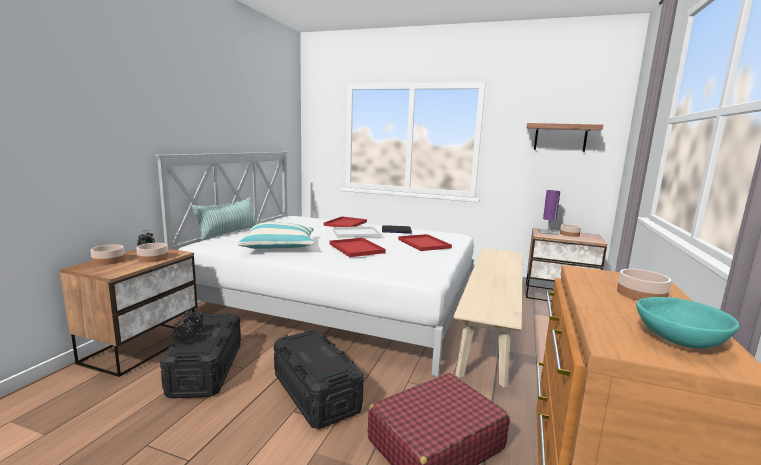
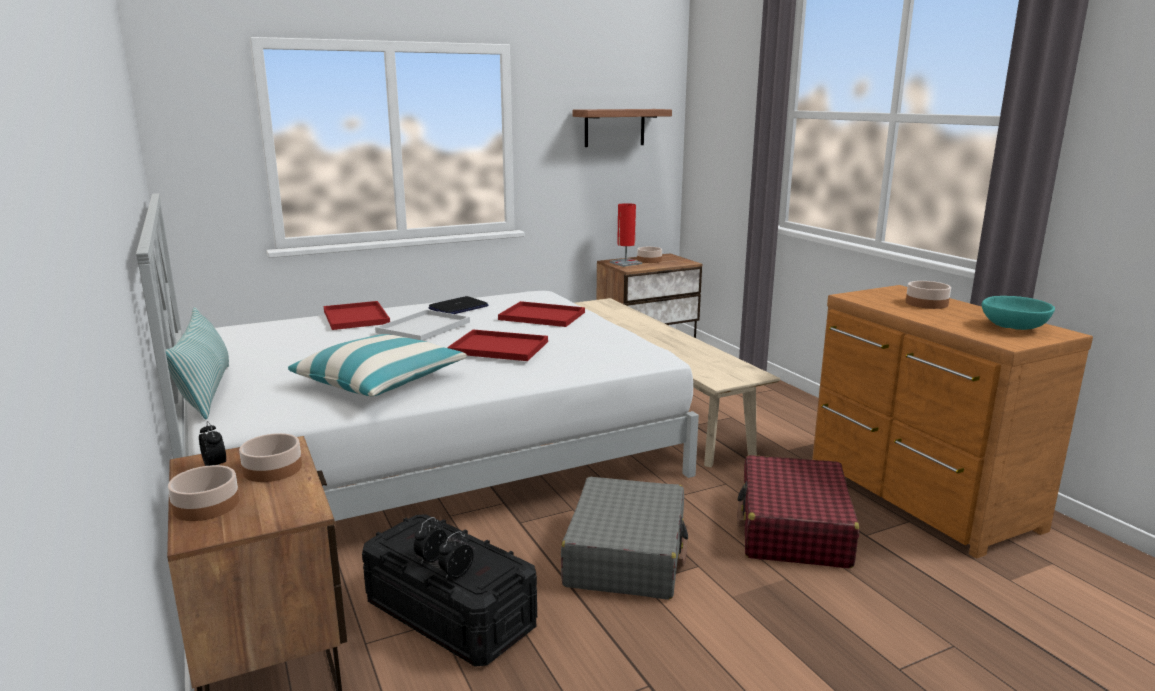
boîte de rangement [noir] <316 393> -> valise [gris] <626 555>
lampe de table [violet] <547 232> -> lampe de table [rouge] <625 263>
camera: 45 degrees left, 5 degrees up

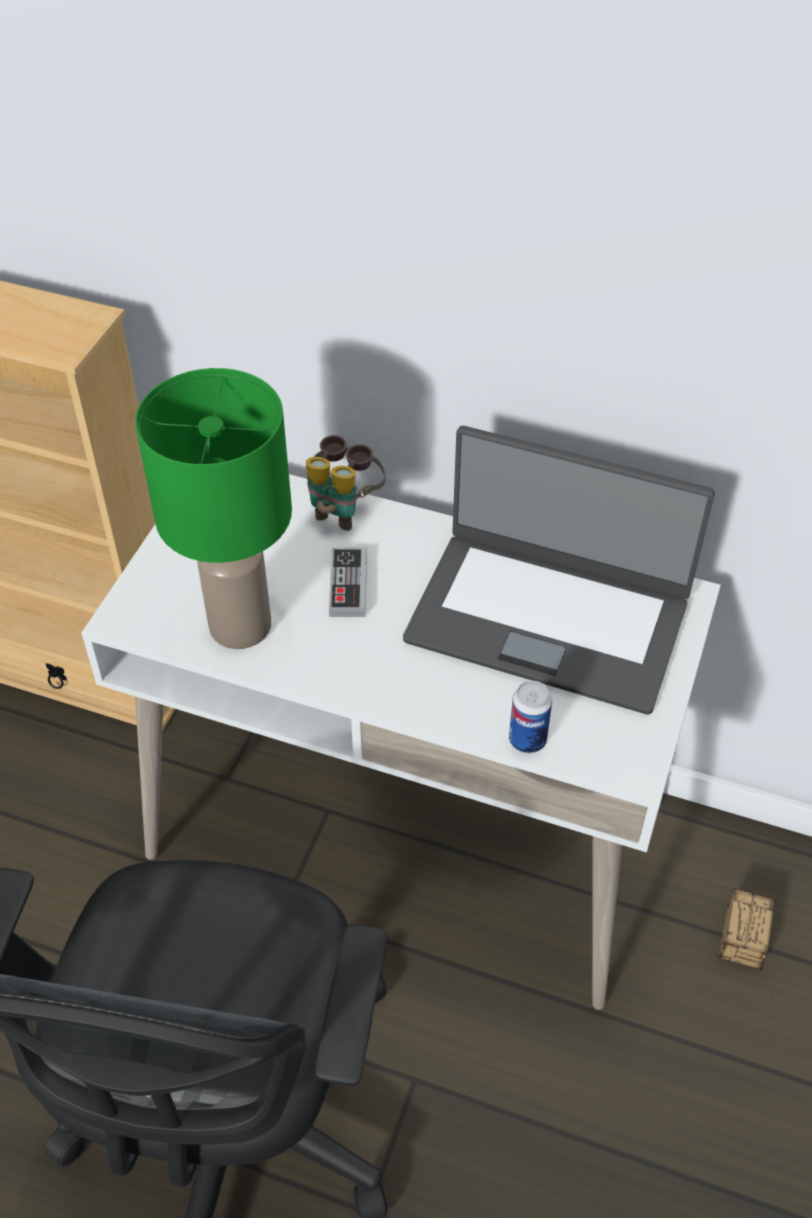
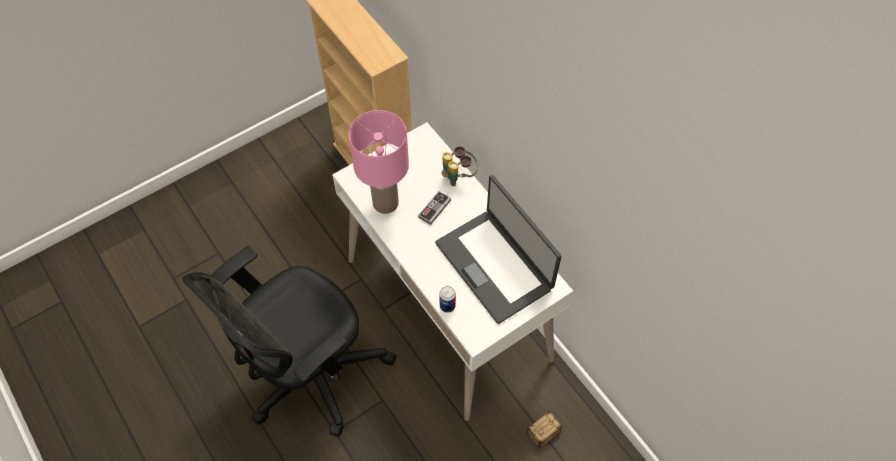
lampe de table [vert] <239 624> -> lampe de table [rose] <385 202>
camera: 35 degrees right, 10 degrees up

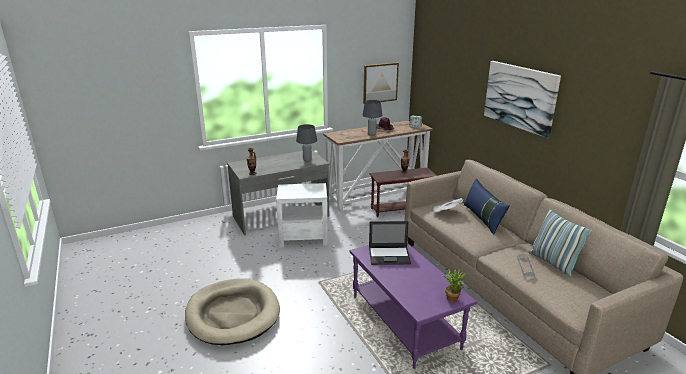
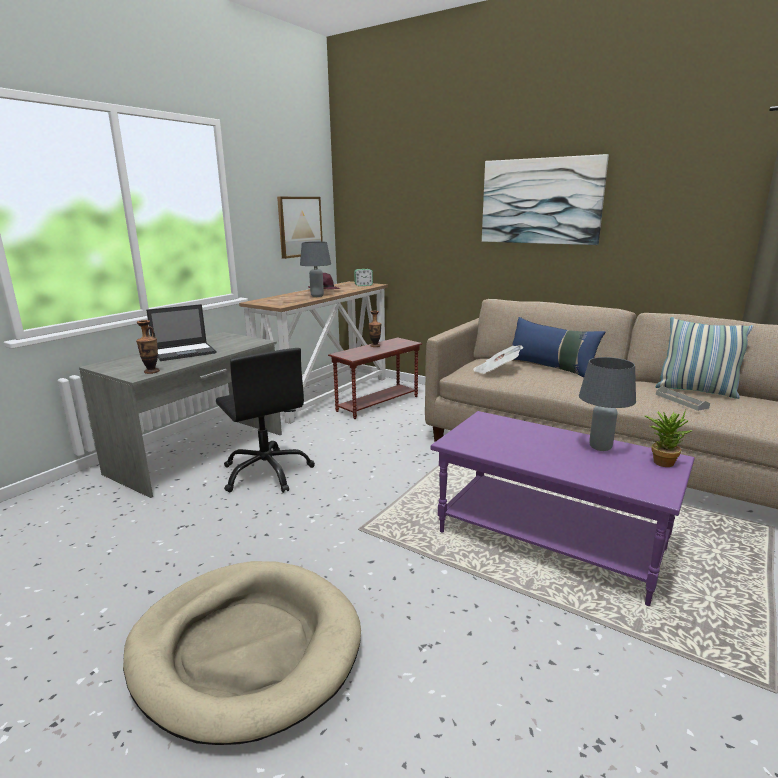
lampe de table [gris] <307 160> -> lampe de table [gris] <600 447>, relocated
ordinateur portable <389 256> -> ordinateur portable <185 352>, relocated
table d'appoint [blanc] <303 237> -> chaise de bureau [noir] <267 472>
camera: 30 degrees left, 5 degrees down

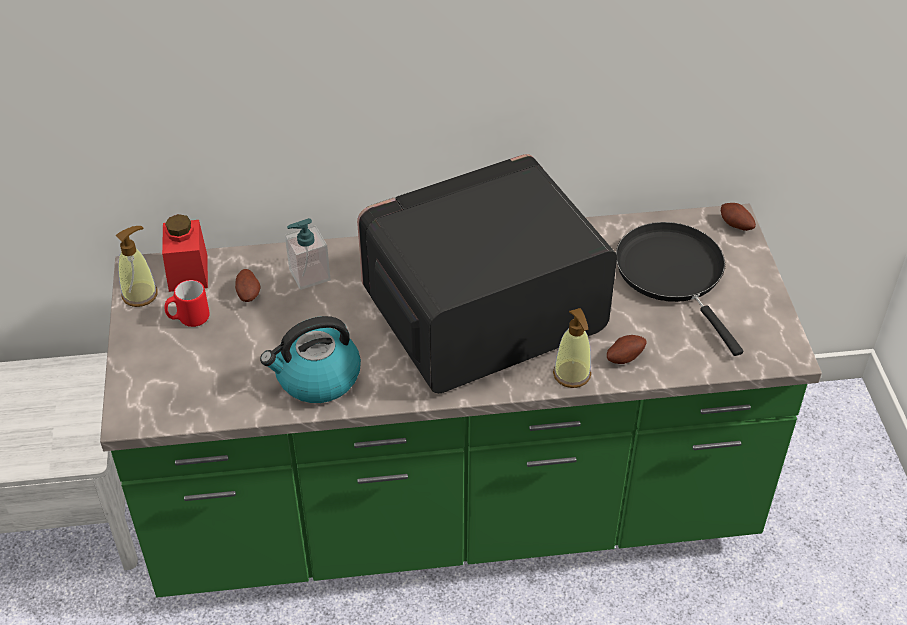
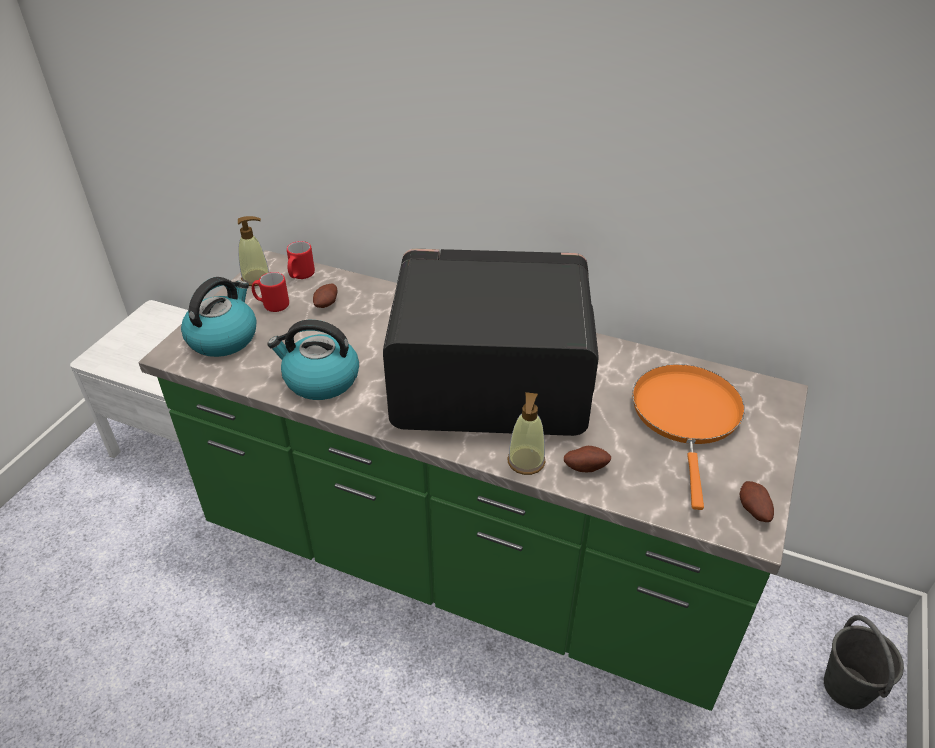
distributeur de savon <309 275> -> none
none -> bouilloire <223 338>
none -> seau [gris] <847 688>
pomme de terre <735 226> -> pomme de terre <752 510>, relocated
bocal [rouge] <188 273> -> mug [rouge] <300 276>
poêle [noir] <673 274> -> poêle [orange] <686 416>
camera: 30 degrees right, 5 degrees down

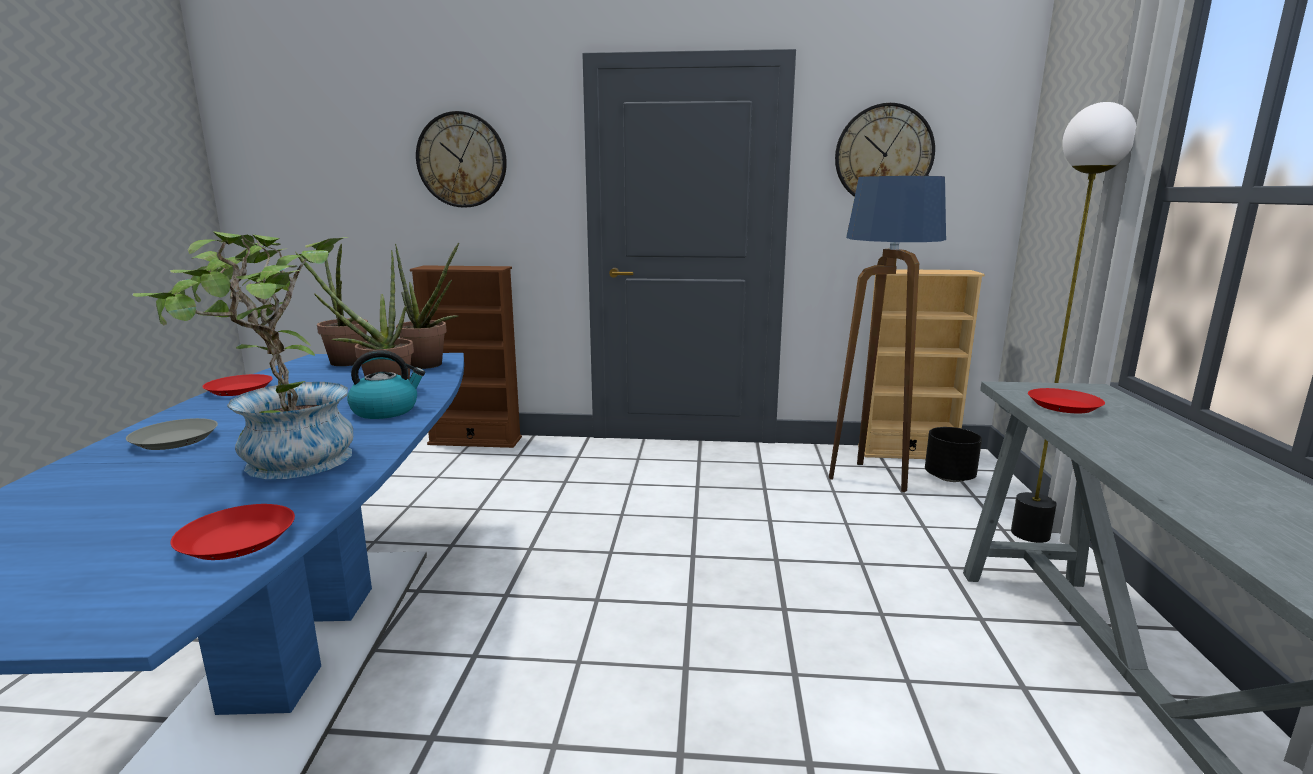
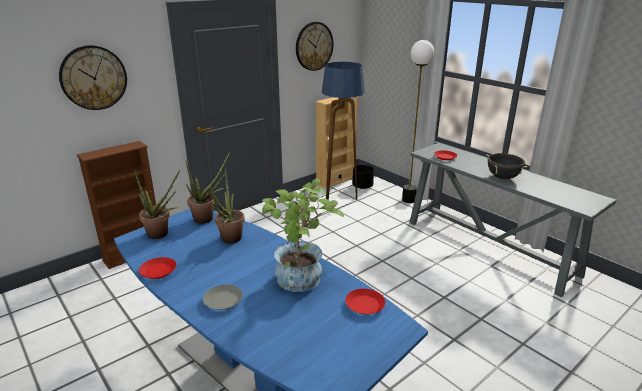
bouilloire <386 410> -> none
none -> marmite [noir] <503 177>
camera: 45 degrees left, 10 degrees up

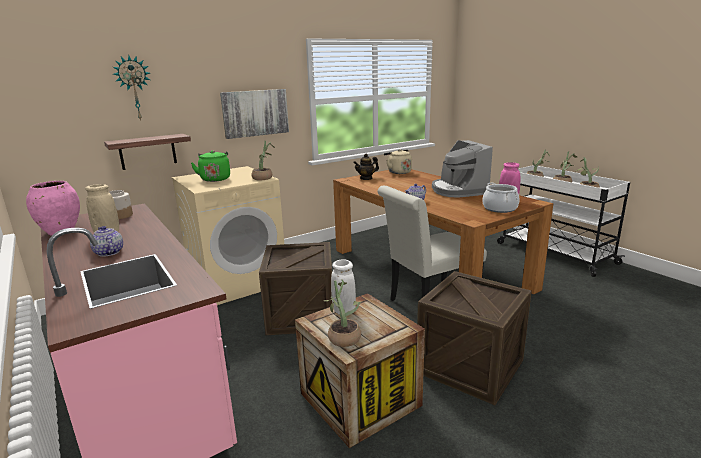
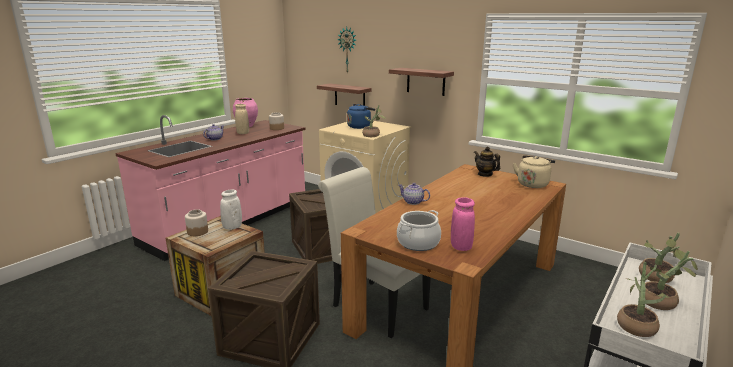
machine à café <458 190> -> none
tableau <255 113> -> étagère <425 81>
plante en pot <343 336> -> bocal <197 232>
bouilloire [vert] <215 179> -> bouilloire [bleu] <360 126>
camera: 70 degrees right, 0 degrees up

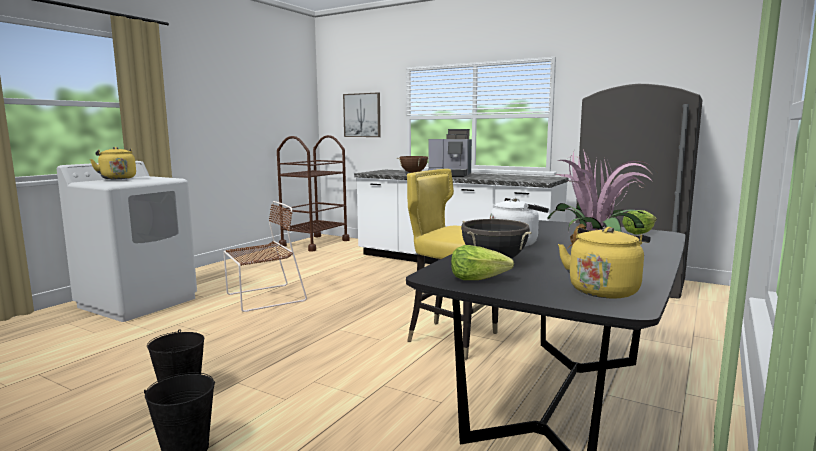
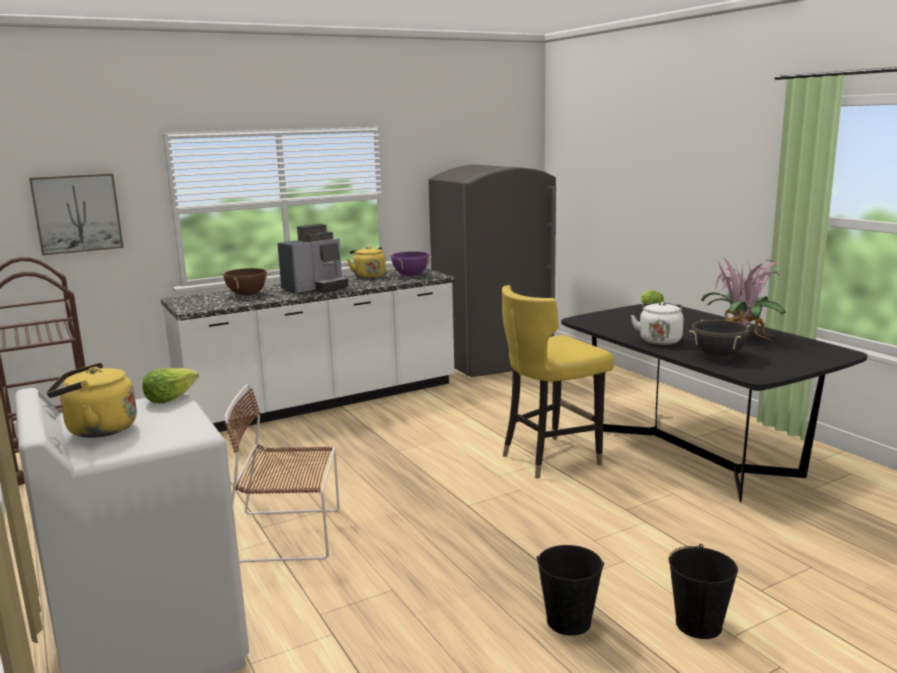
none -> marmite [violet] <411 276>
laitue <478 279> -> laitue <170 398>, relocated
bouilloire [jaune] <604 290> -> bouilloire [jaune] <368 276>, relocated
chaise [marron] <263 298> -> chaise [marron] <289 535>, 90 degrees counterclockwise
camera: 60 degrees left, 5 degrees up

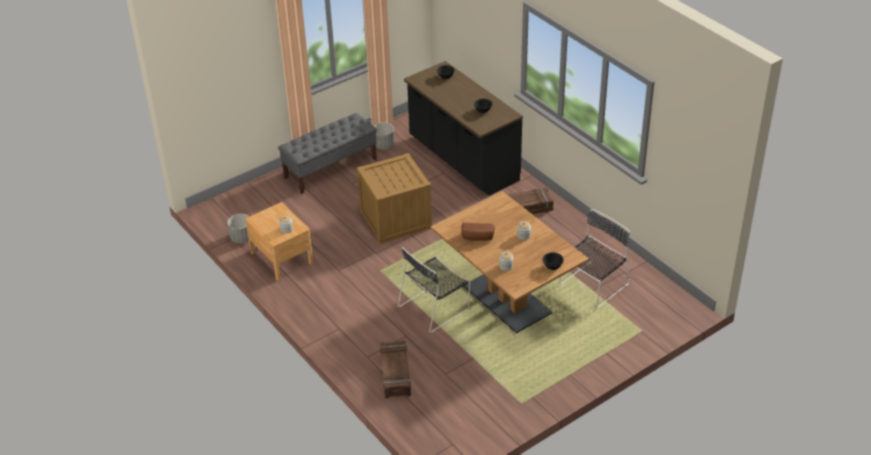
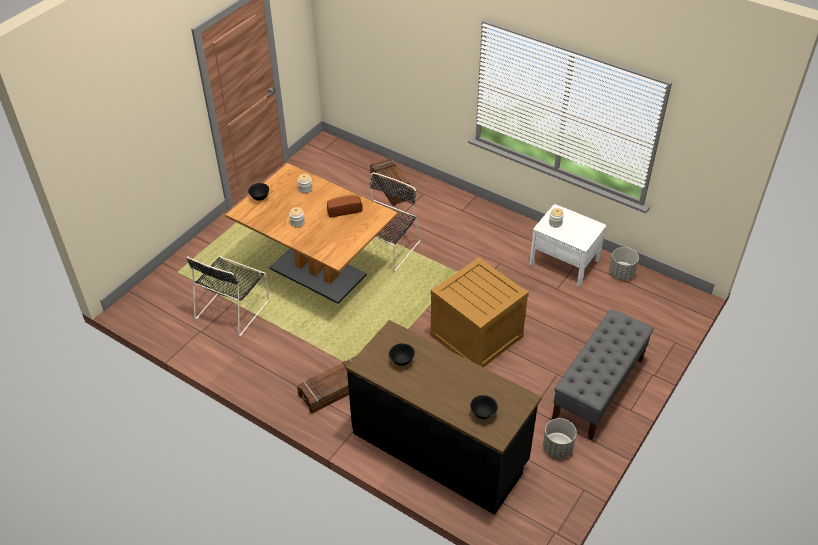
table de chevet [marron] <281 258> -> table de chevet [blanc] <564 262>
camera: 160 degrees right, 5 degrees up

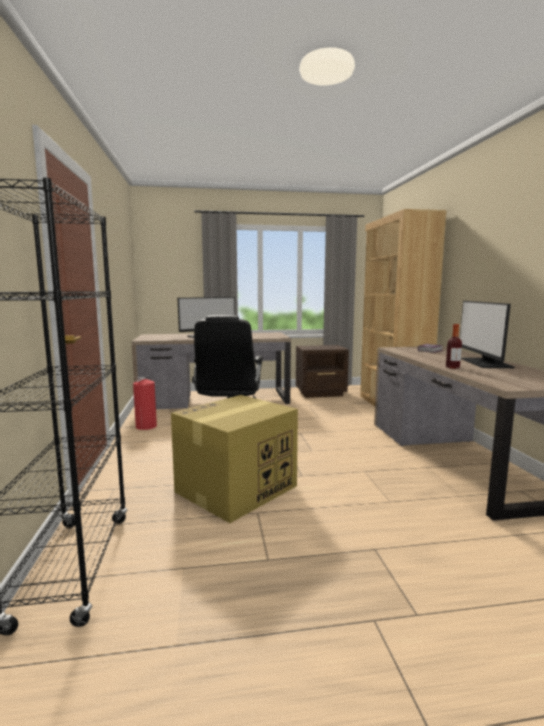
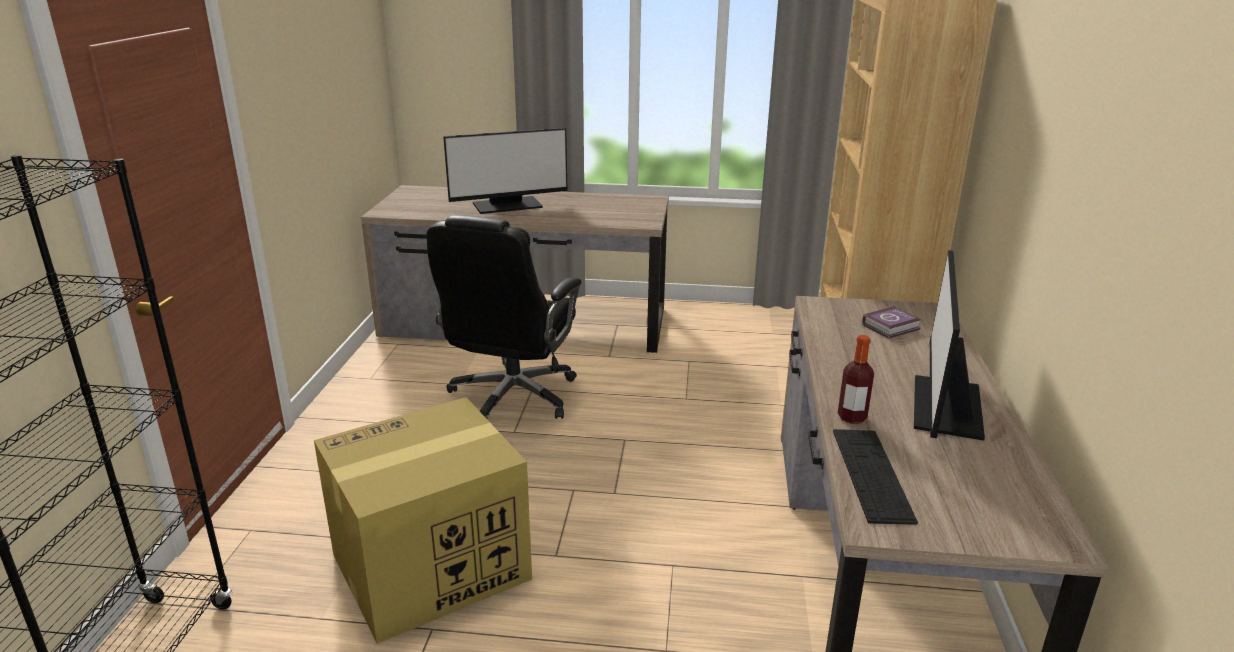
extincteur <147 426> -> none
table de chevet [marron] <321 393> -> none
none -> clavier <871 474>
camera: 15 degrees right, 15 degrees up

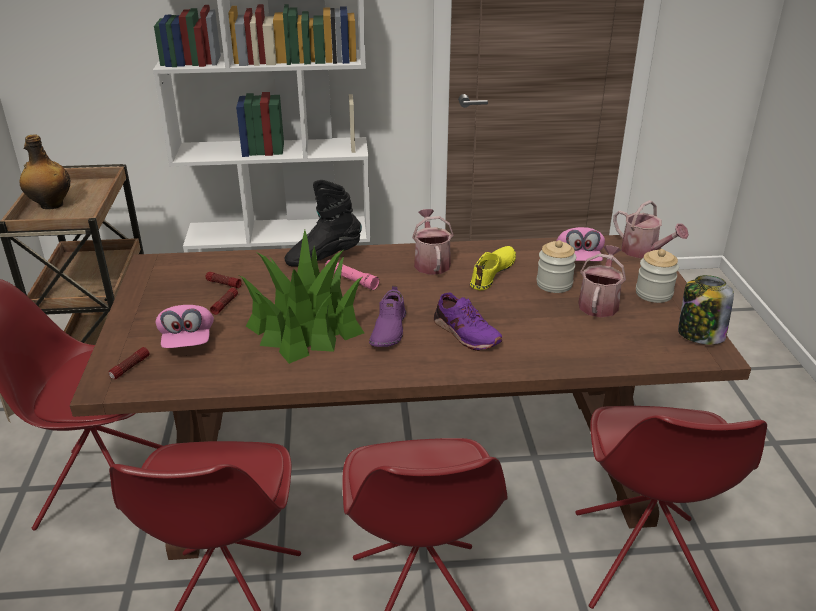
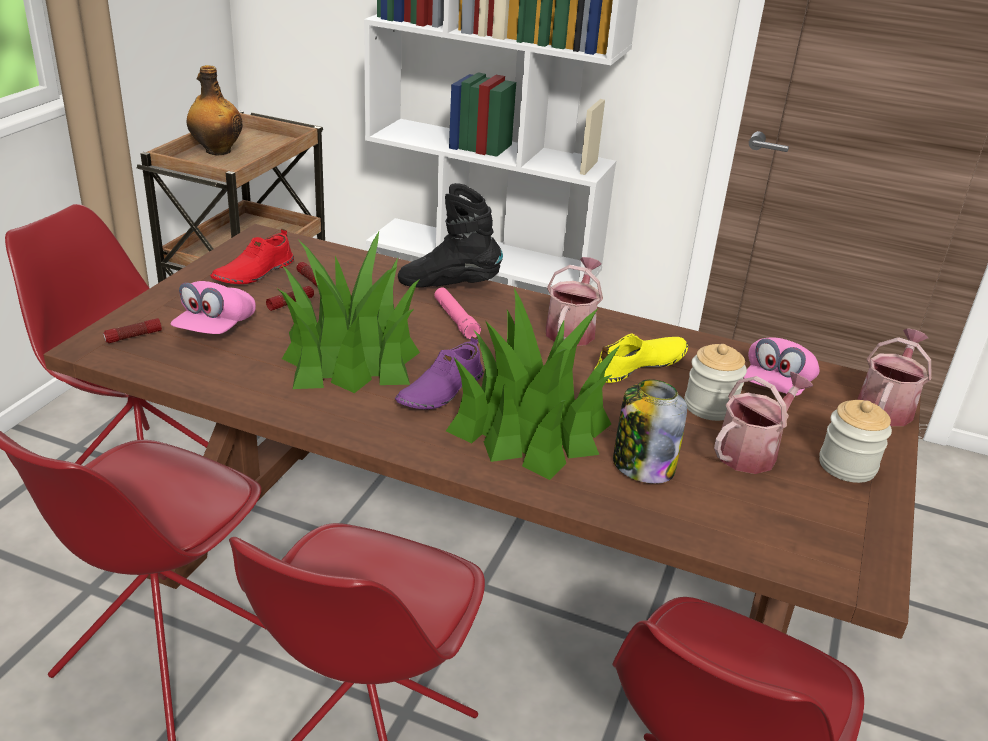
none -> chaussure [rouge] <253 272>
bocal <699 335> -> bocal <642 465>, relocated
chaussure [violet] <465 333> -> plante en pot <530 427>
arrosoir <643 252> -> arrosoir <886 406>, 135 degrees counterclockwise
camera: 25 degrees right, 0 degrees up

